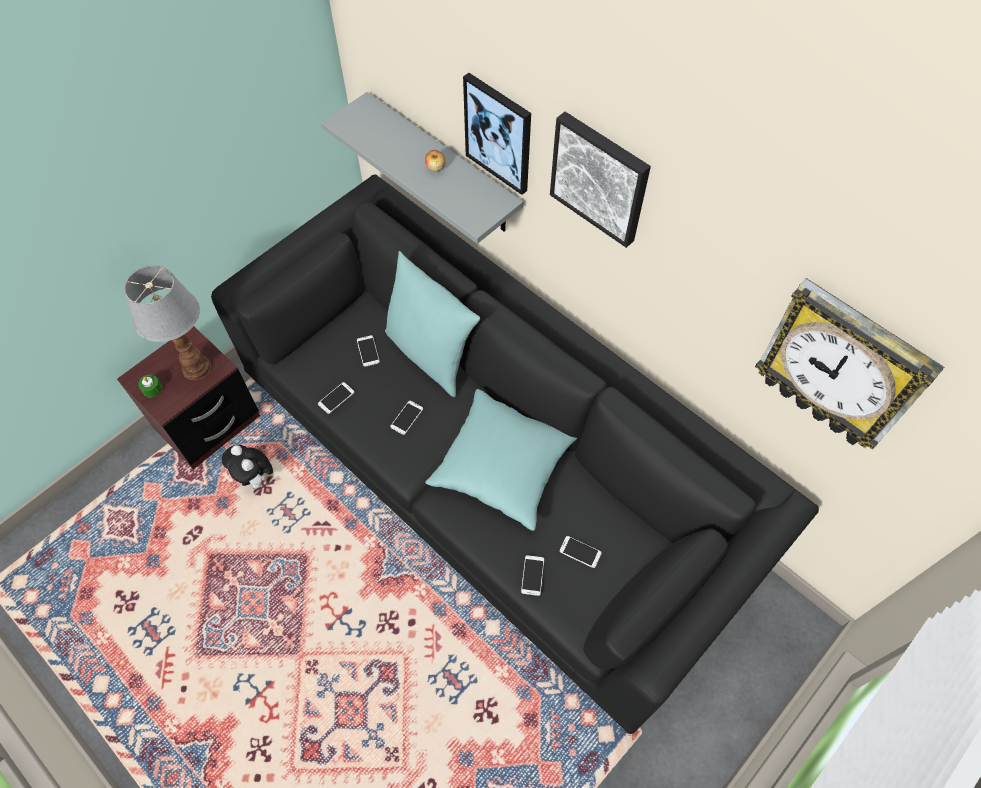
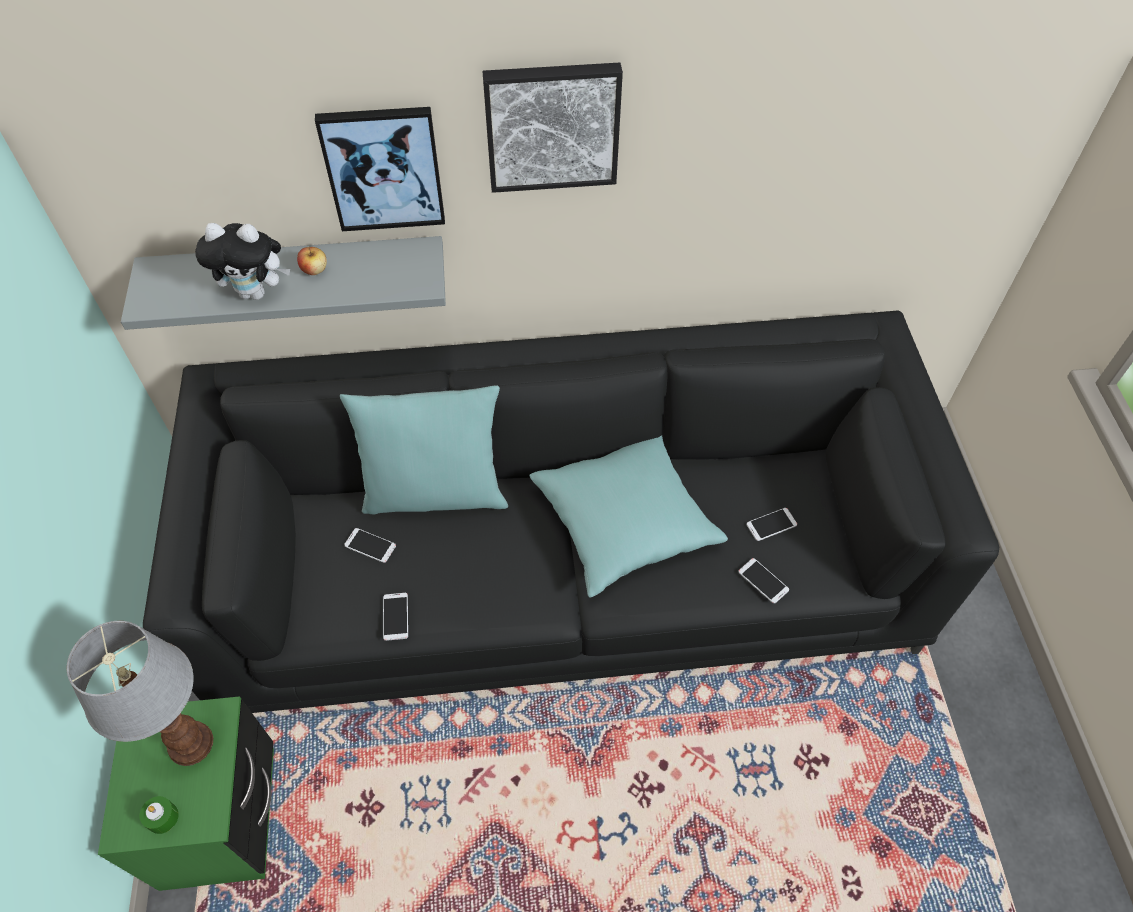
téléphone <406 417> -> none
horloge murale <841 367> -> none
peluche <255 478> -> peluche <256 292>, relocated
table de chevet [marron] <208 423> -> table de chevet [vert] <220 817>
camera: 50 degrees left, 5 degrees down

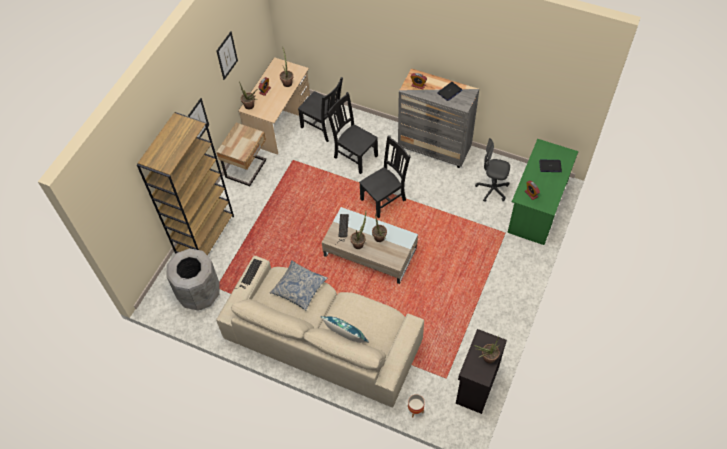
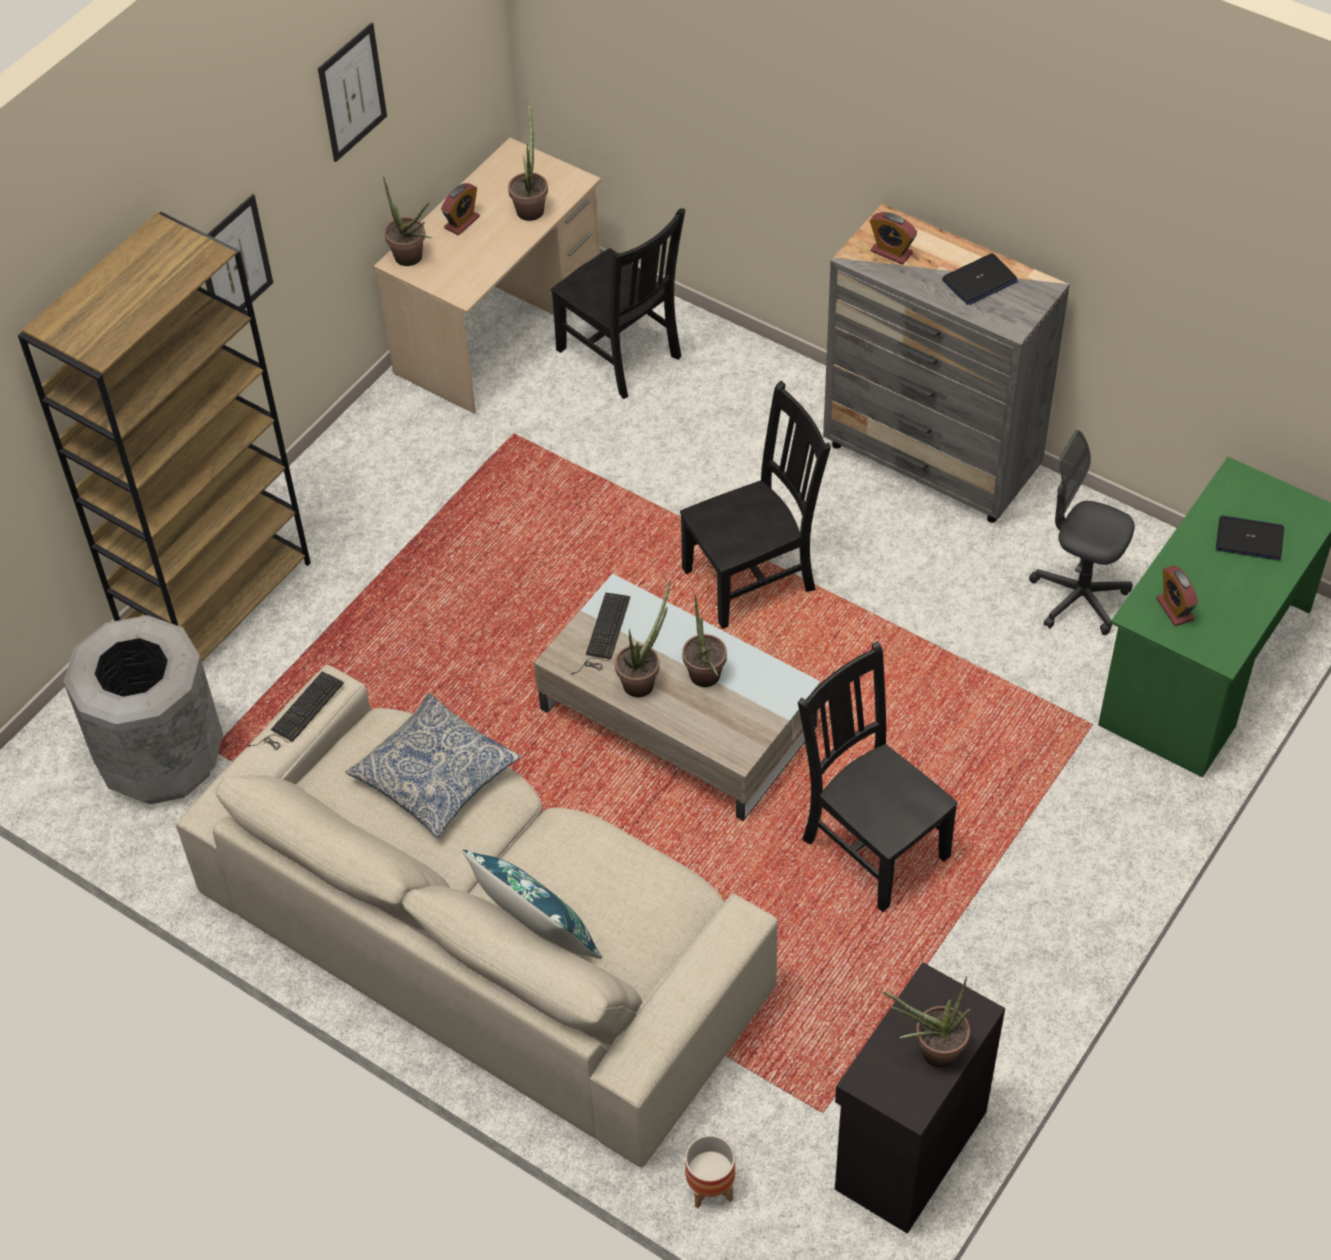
table de chevet [beige] <247 169> -> none
chaise [noir] <354 155> -> chaise [noir] <872 844>, relocated
camera: 10 degrees right, 5 degrees down

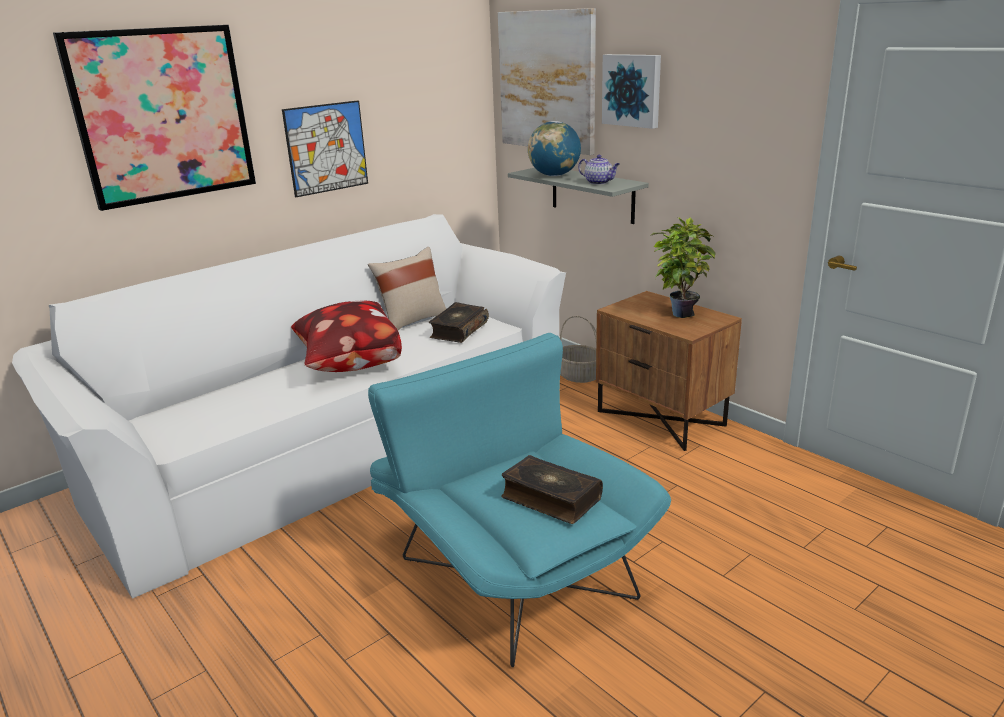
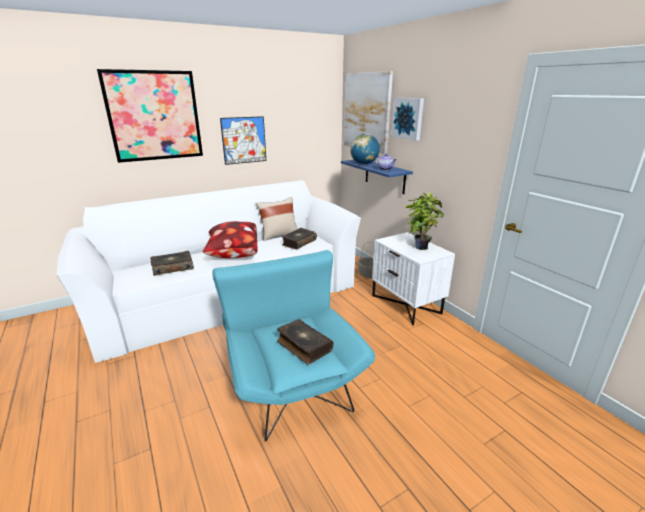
none -> livre <173 268>
étagère [gris] <592 194> -> étagère [bleu] <384 176>
table de chevet [marron] <662 418> -> table de chevet [blanc] <406 304>
camera: 10 degrees right, 0 degrees up

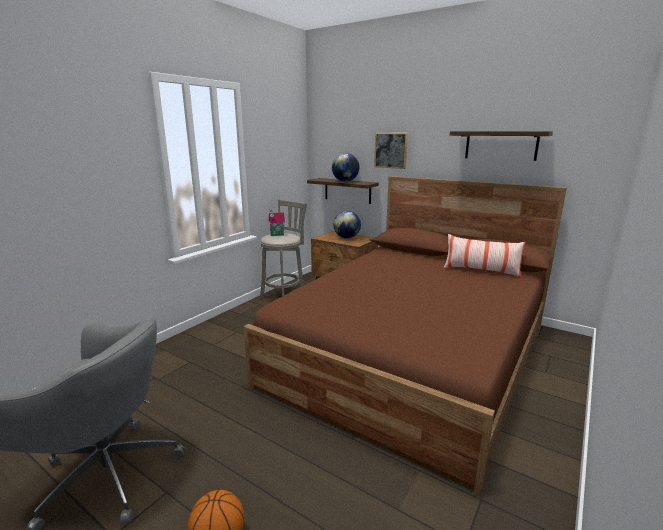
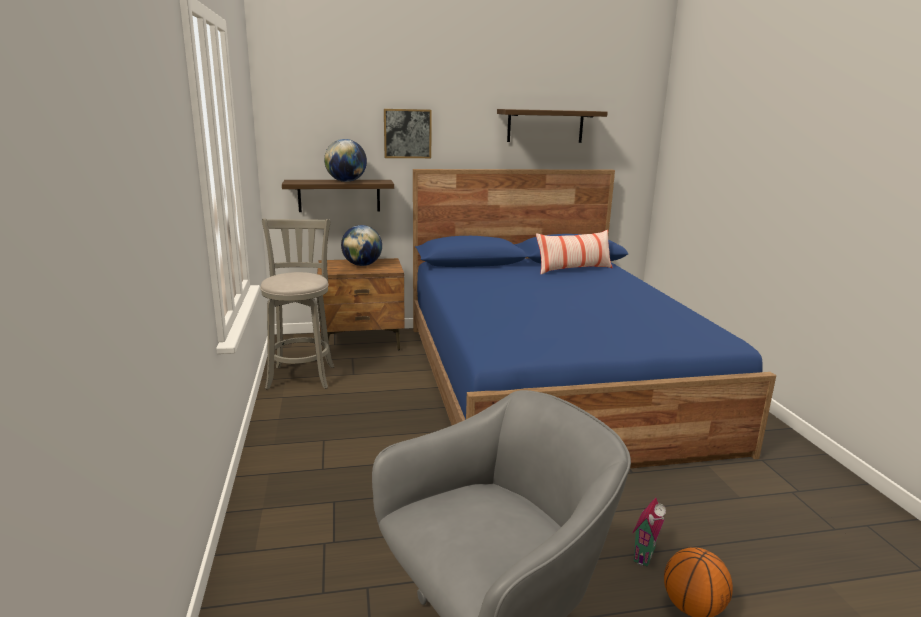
maison miniature <277 235> -> maison miniature <646 555>, relocated
lit [marron] <415 353> -> lit [bleu] <550 380>
camera: 45 degrees left, 0 degrees up

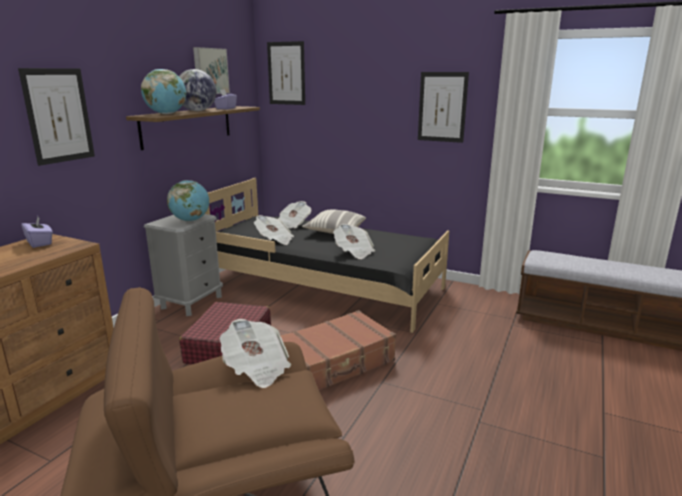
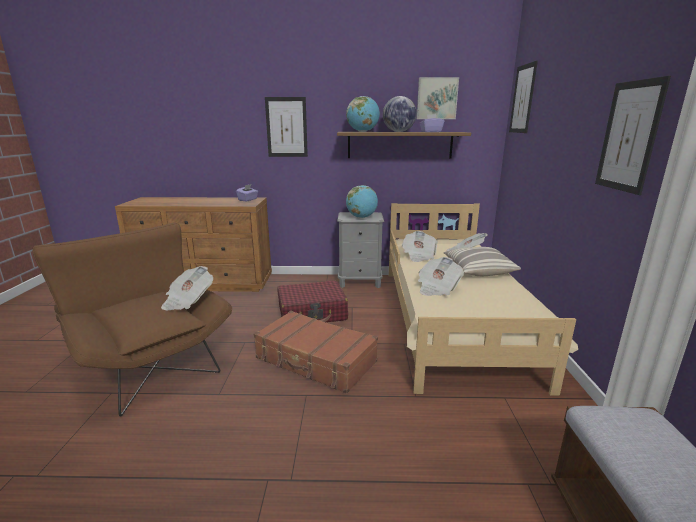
lit [noir] <323 285> -> lit [beige] <451 319>
camera: 65 degrees right, 0 degrees up

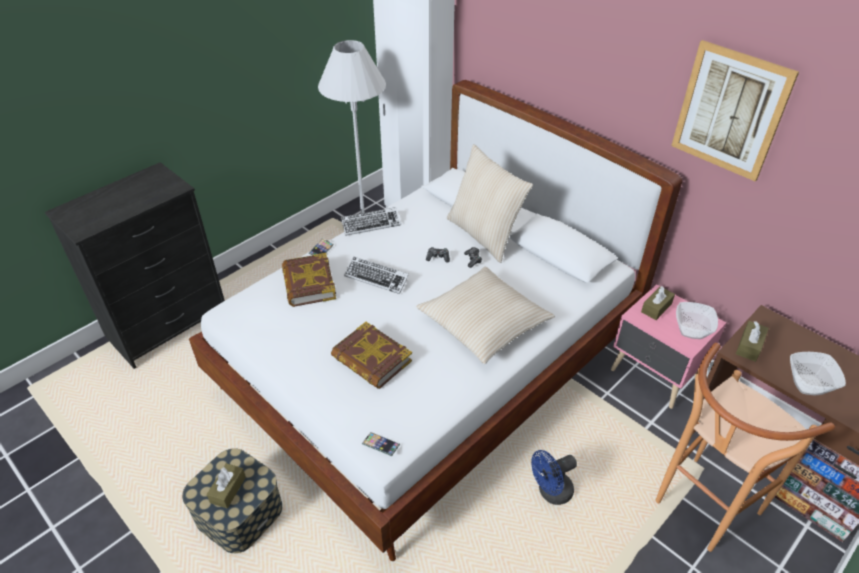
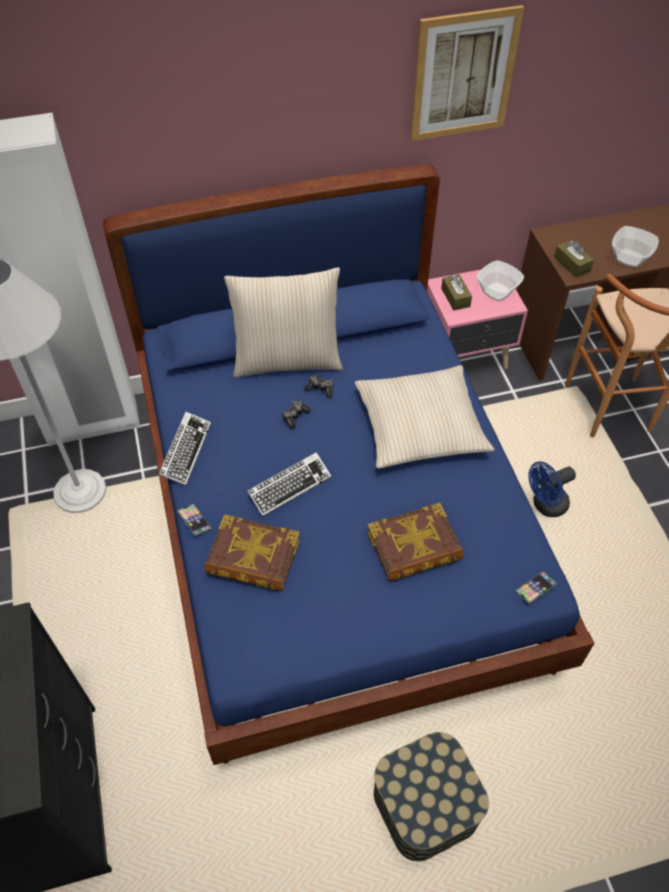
boîte à mouchoirs [marron] <228 489> -> none
lit [blanc] <430 364> -> lit [bleu] <335 524>
ventilateur [bleu] <550 492> -> ventilateur [bleu] <545 505>, 60 degrees clockwise
camera: 60 degrees left, 10 degrees up

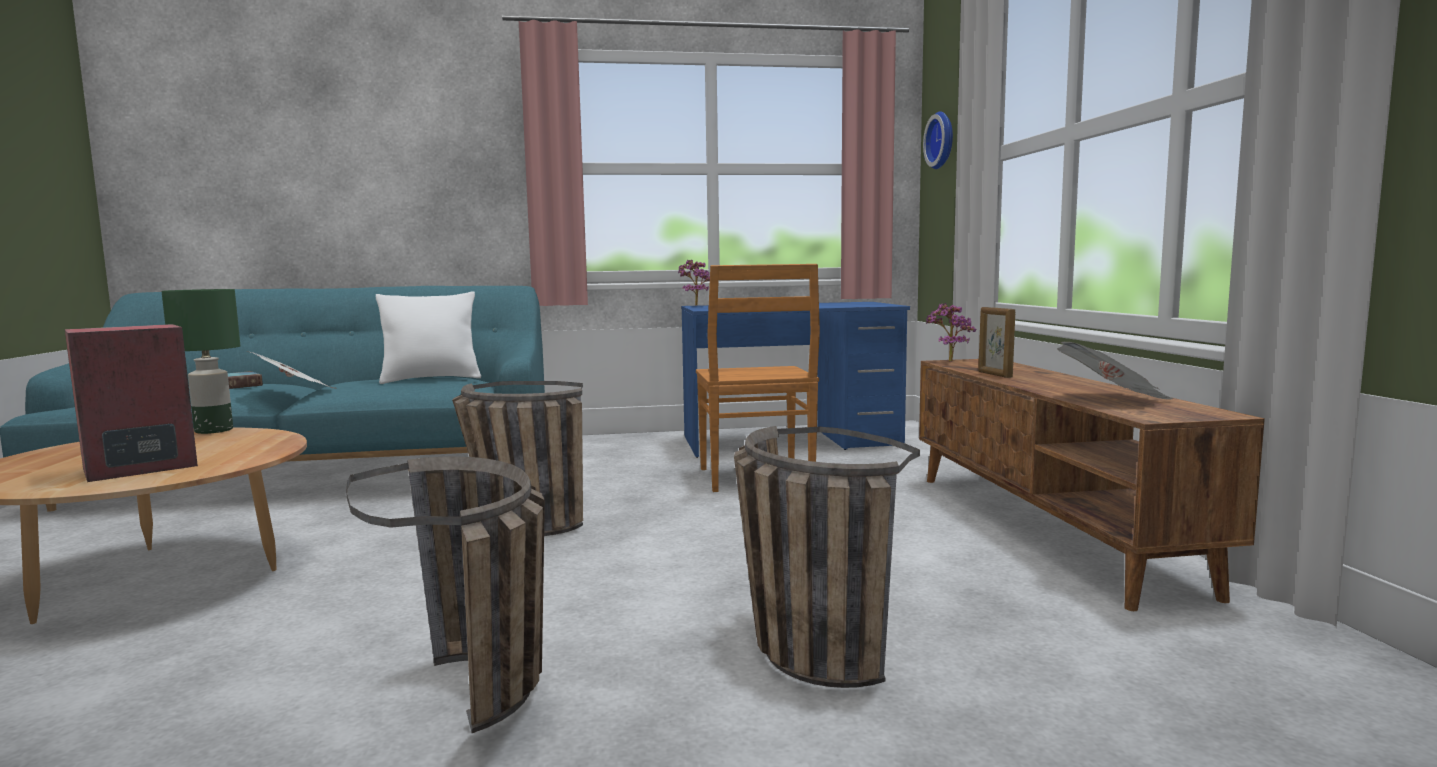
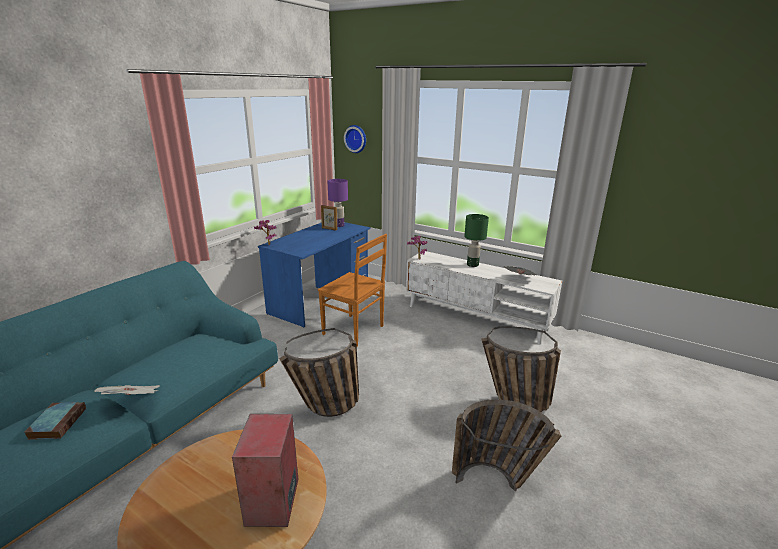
coussin [blanc] <431 379> -> none
none -> lampe de table [violet] <339 225>
lampe de table [vert] <214 430> -> lampe de table [vert] <472 265>, relocated
cadre photo <994 374> -> cadre photo <329 229>, relocated
meuble télé [marron] <1046 528> -> meuble télé [blanc] <476 317>
camera: 50 degrees left, 15 degrees up

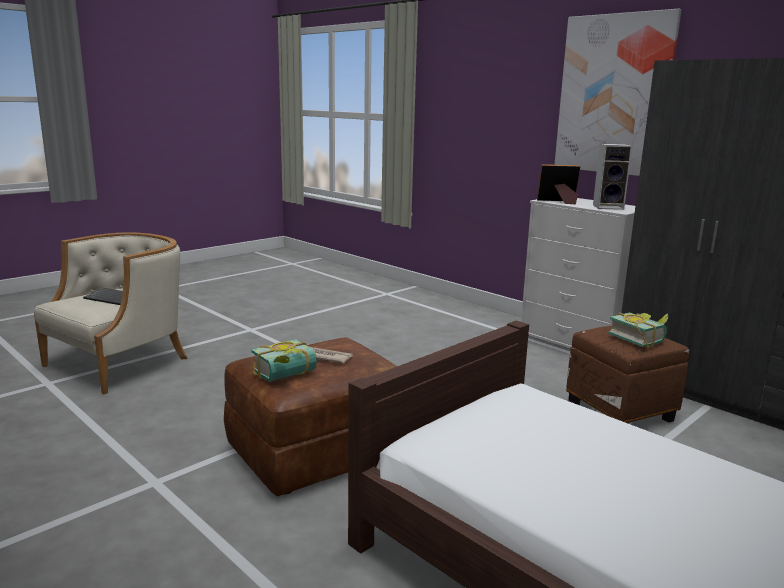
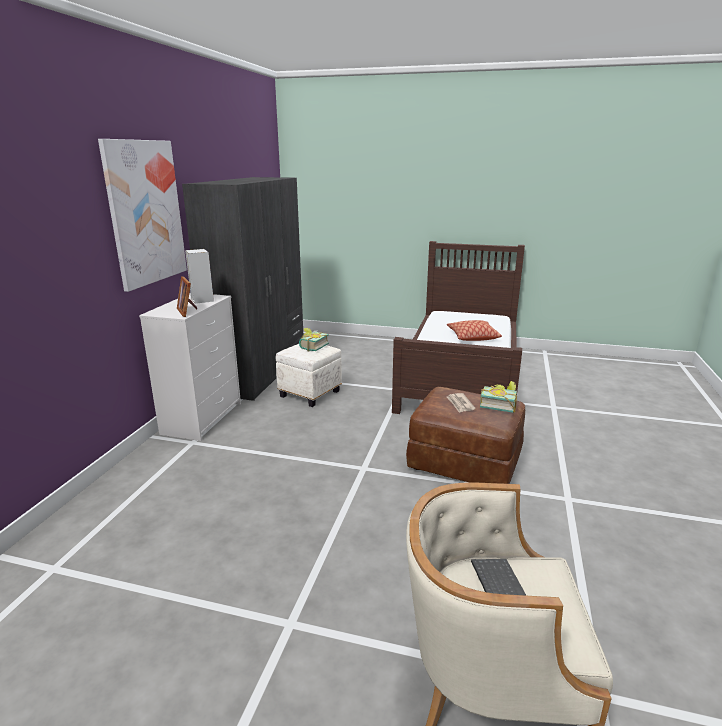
none -> coussin <472 337>
pouf [marron] <621 412> -> pouf [blanc] <310 393>
camera: 120 degrees left, 5 degrees up

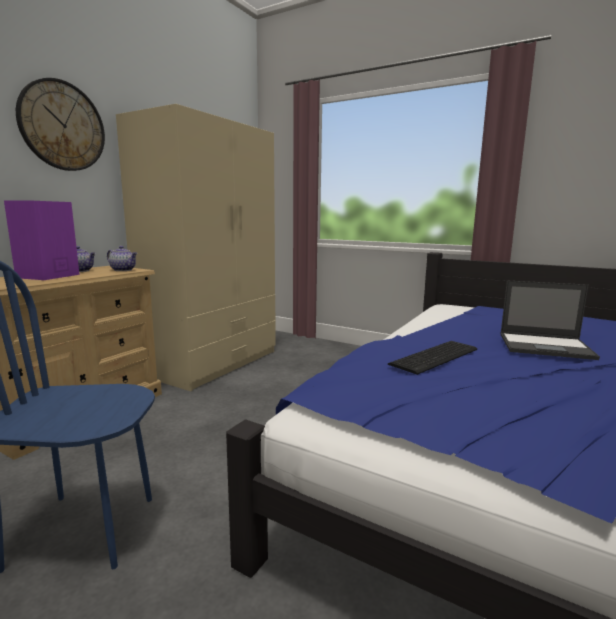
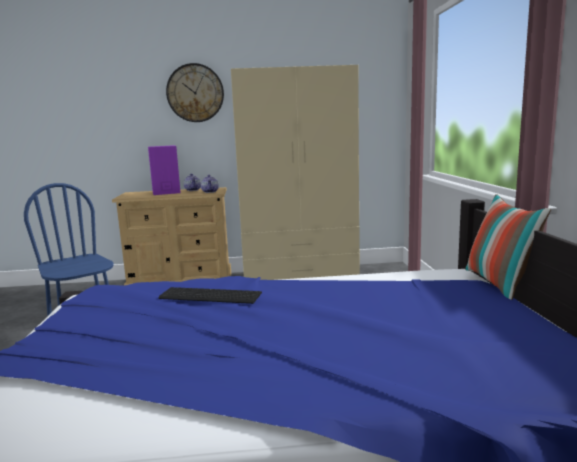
ordinateur portable <546 346> -> none
none -> coussin <499 284>
camera: 55 degrees right, 0 degrees up

